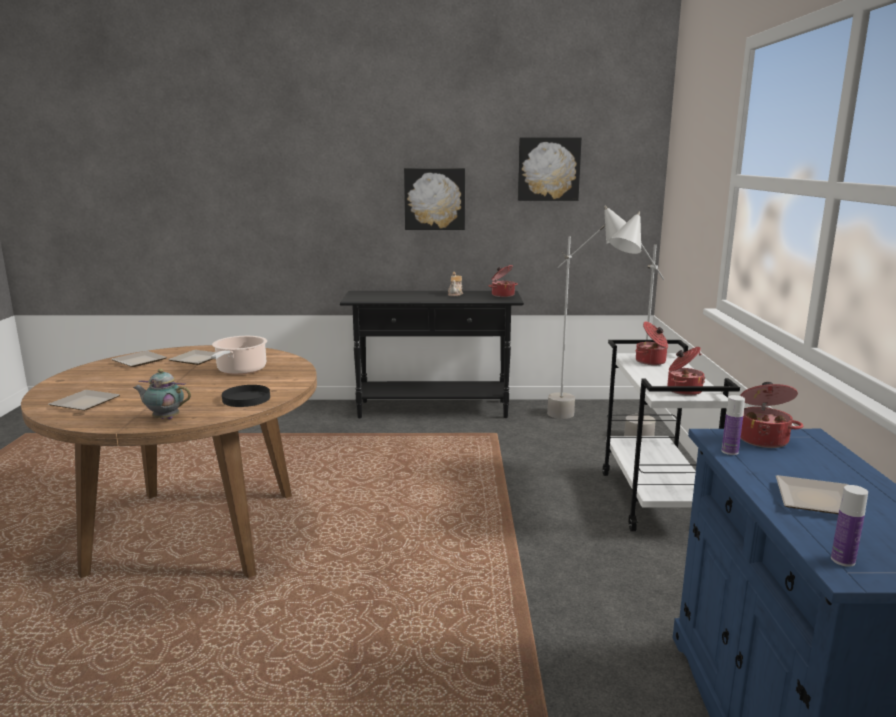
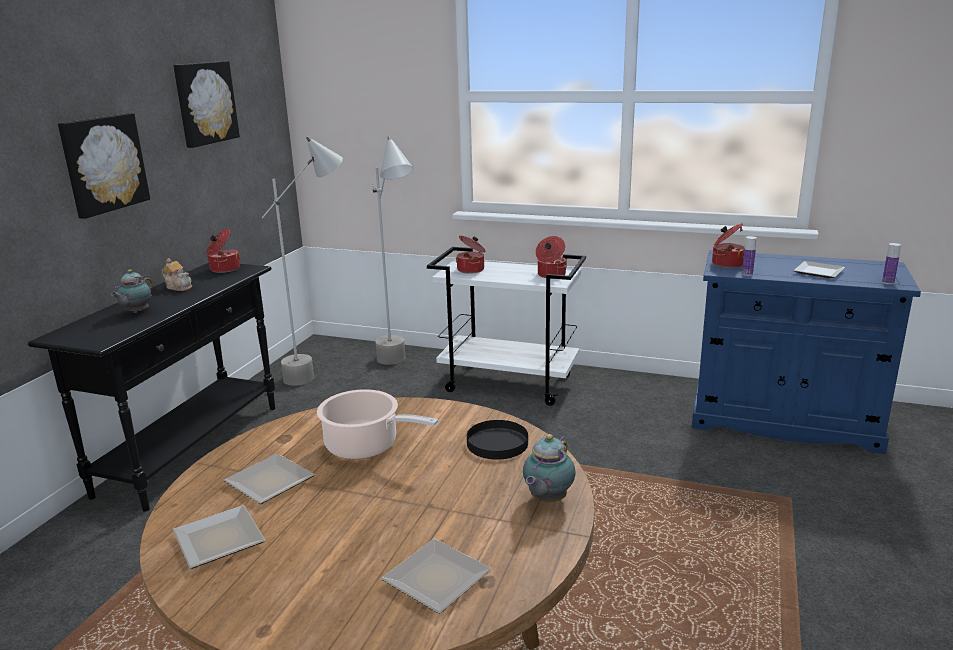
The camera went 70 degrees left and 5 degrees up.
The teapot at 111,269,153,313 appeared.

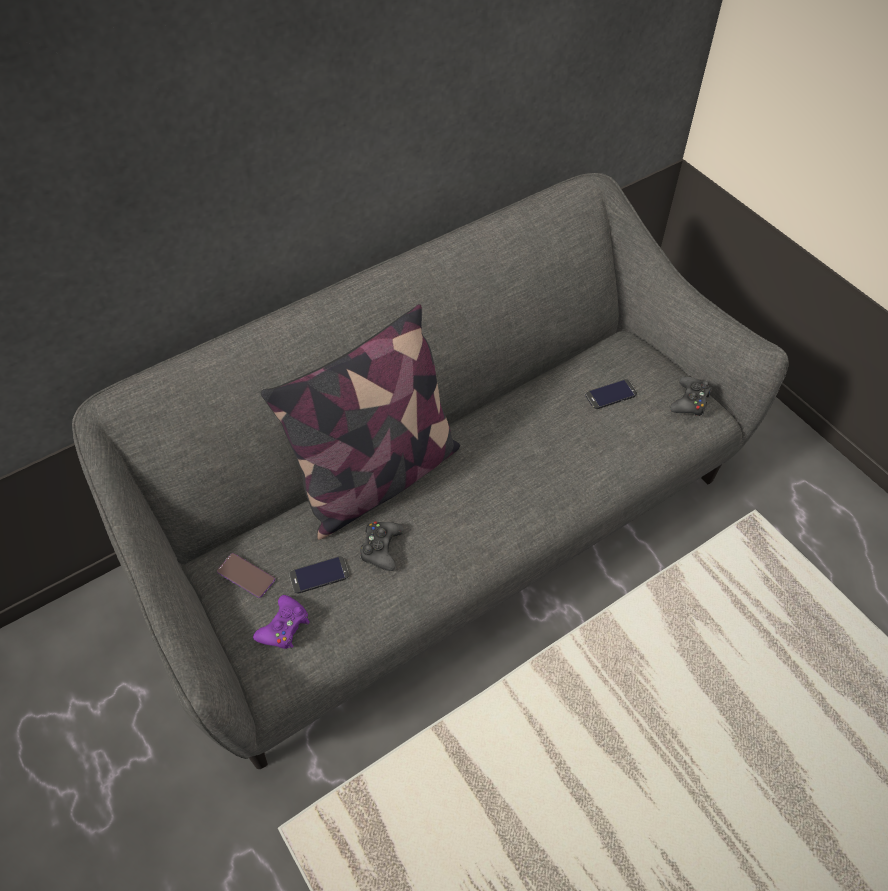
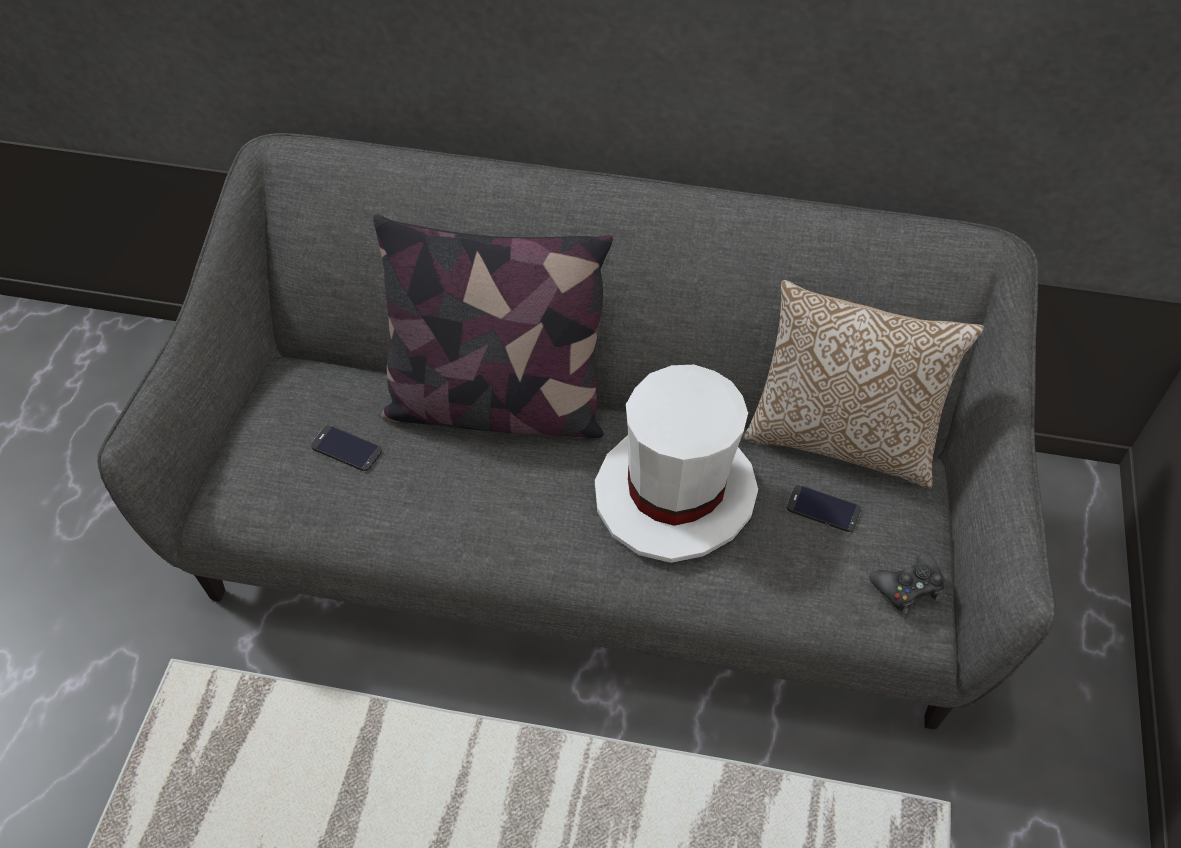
The camera went 45 degrees right and 0 degrees up.
The phone at 217,553,275,598 disappeared.
The purple game controller at 253,595,310,649 disappeared.
The black game controller at 360,521,404,571 disappeared.
The white hat at 595,365,758,563 appeared.
The pillow at 743,280,984,489 appeared.

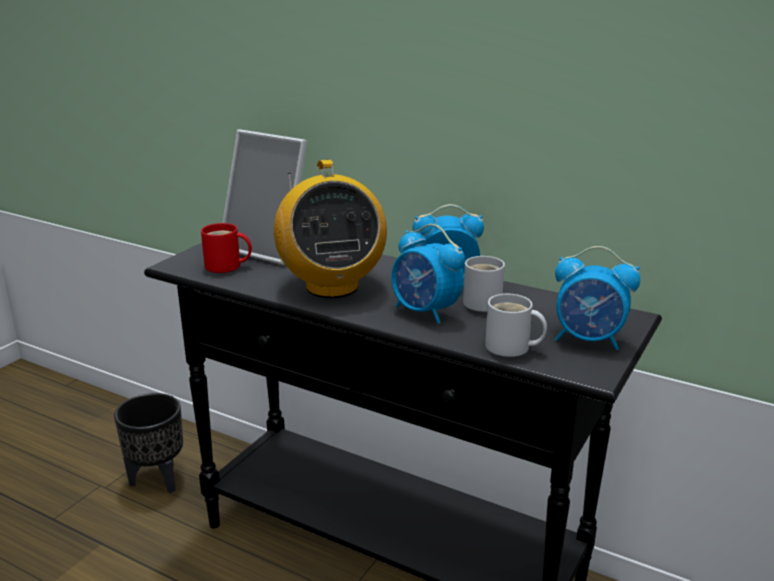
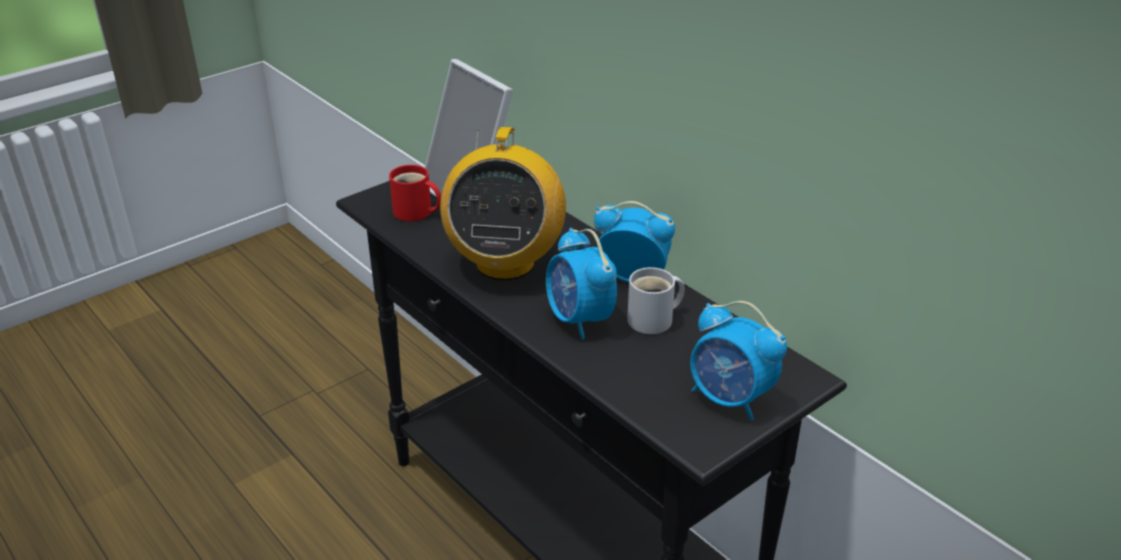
The camera went 20 degrees right and 10 degrees up.
The black planter at 114,393,183,493 disappeared.
The white mug at 485,294,547,357 disappeared.

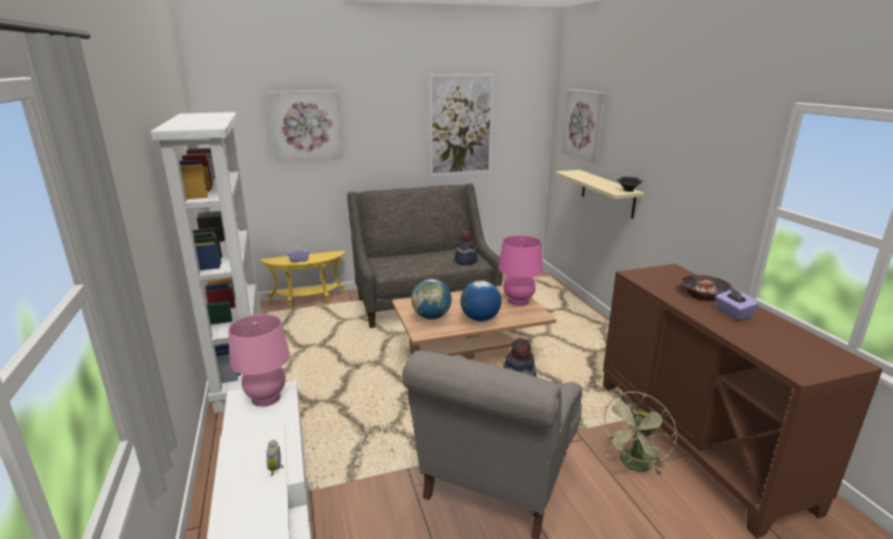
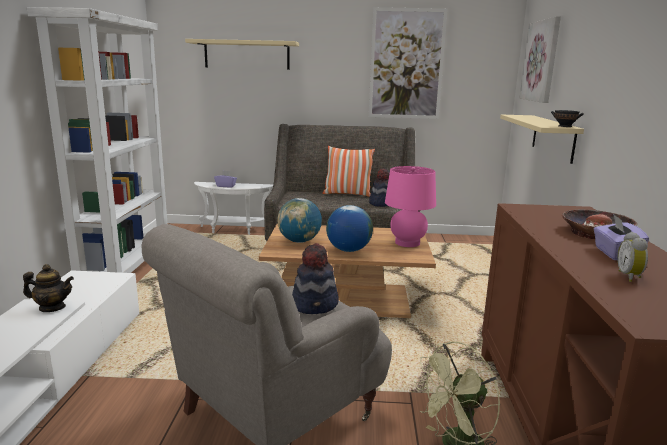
The camera went 20 degrees right and 5 degrees down.
The pink table lamp at 228,314,290,407 disappeared.
The teapot at 23,264,74,312 appeared.
The pillow at 323,146,375,196 appeared.
The alarm clock moved from 266,440,284,476 to 617,232,648,282.
The picture at 267,90,343,162 was replaced by the beige shelf at 185,39,299,70.
The yellow side table at 260,251,345,309 became the white side table at 194,182,273,235.

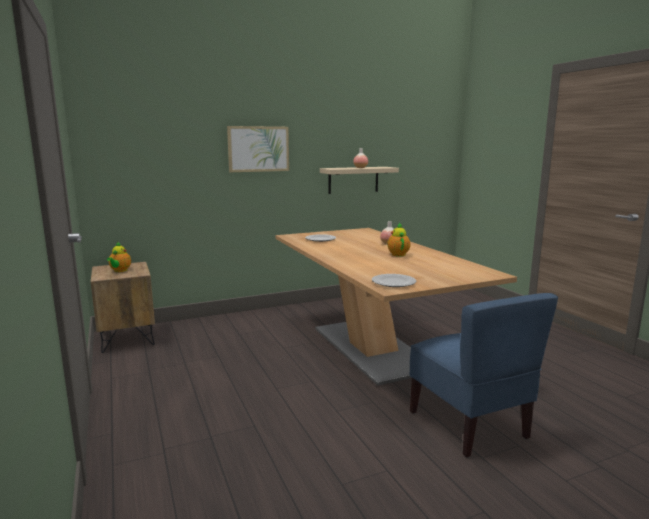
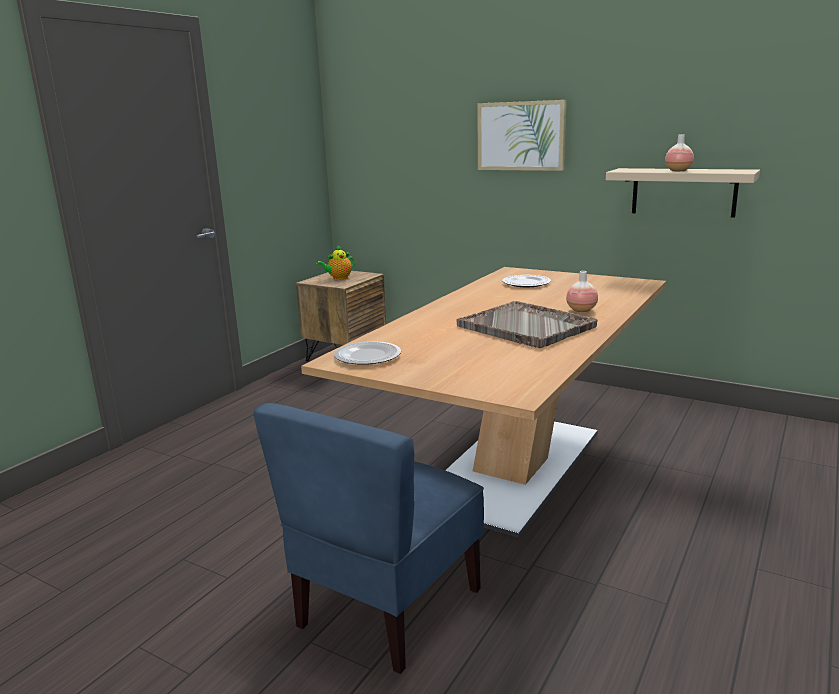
The camera went 55 degrees right and 5 degrees up.
The teapot at 387,223,411,257 was replaced by the grey tray at 456,301,597,348.

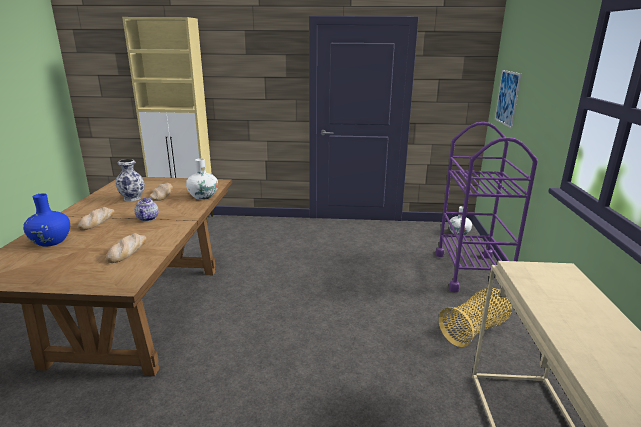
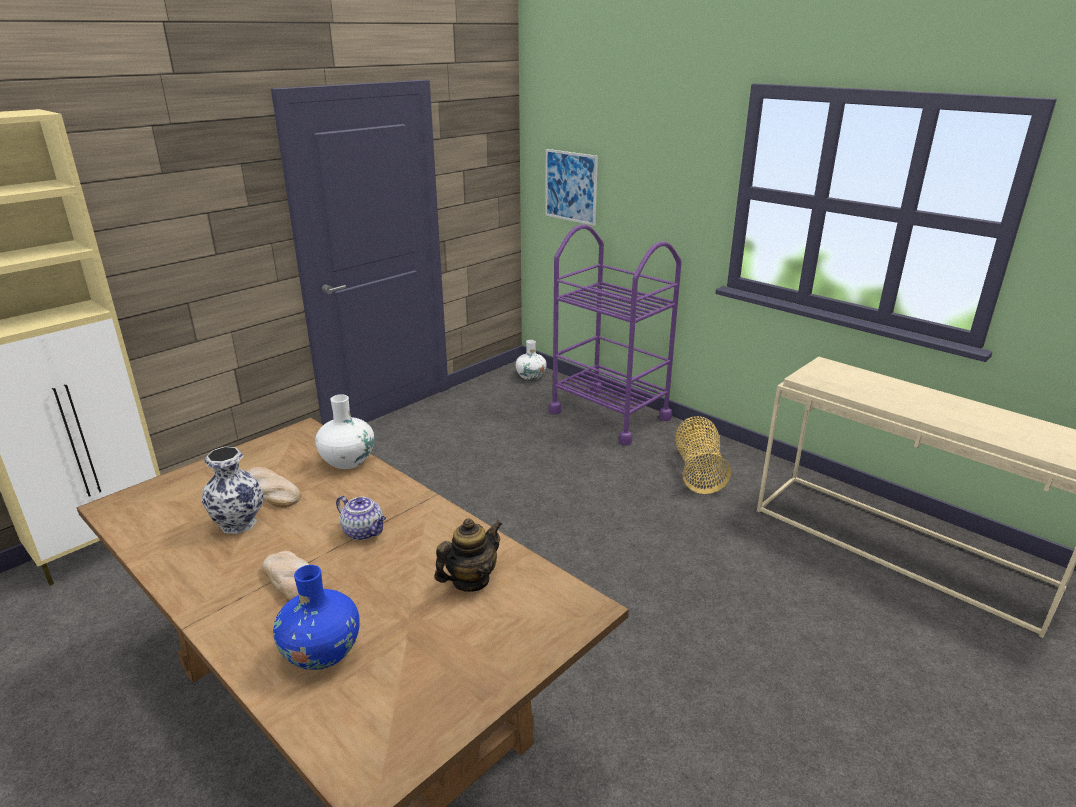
The camera went 50 degrees left and 5 degrees up.
The bread at 106,233,147,263 was replaced by the teapot at 435,518,502,592.

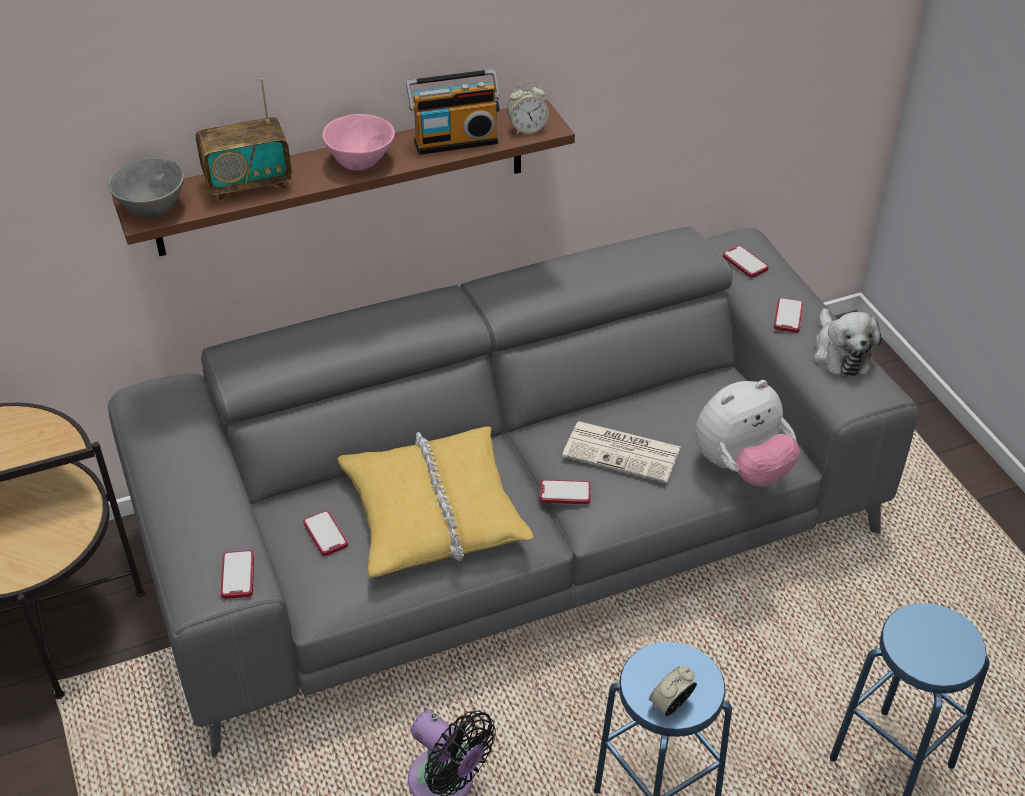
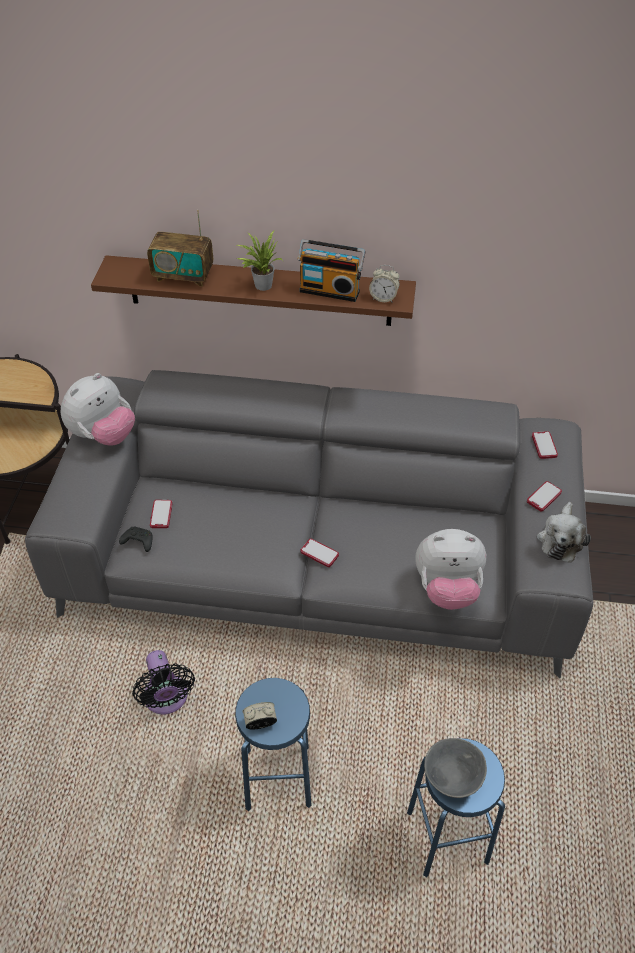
The camera went 30 degrees right and 5 degrees up.
The phone at 221,550,254,599 disappeared.
The yellow pillow at 338,426,533,578 disappeared.
The newspaper at 562,421,681,483 disappeared.
The plush toy at 61,373,135,446 appeared.
The black game controller at 119,527,152,552 appeared.
The grey bowl moved from 108,158,184,218 to 424,738,487,798.
The pink bowl at 322,114,395,171 was replaced by the potted plant at 237,231,282,291.

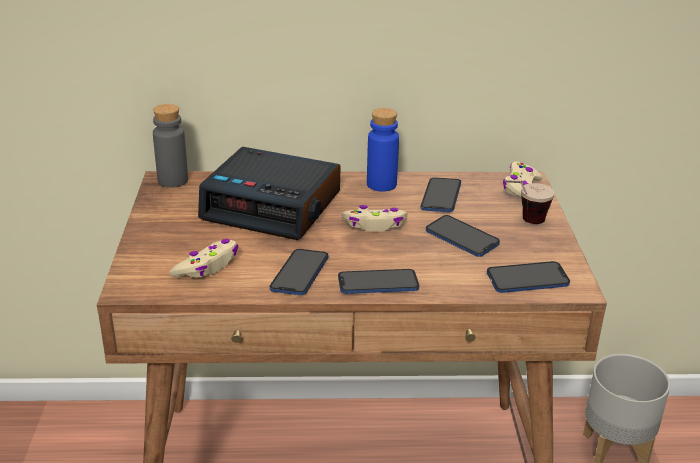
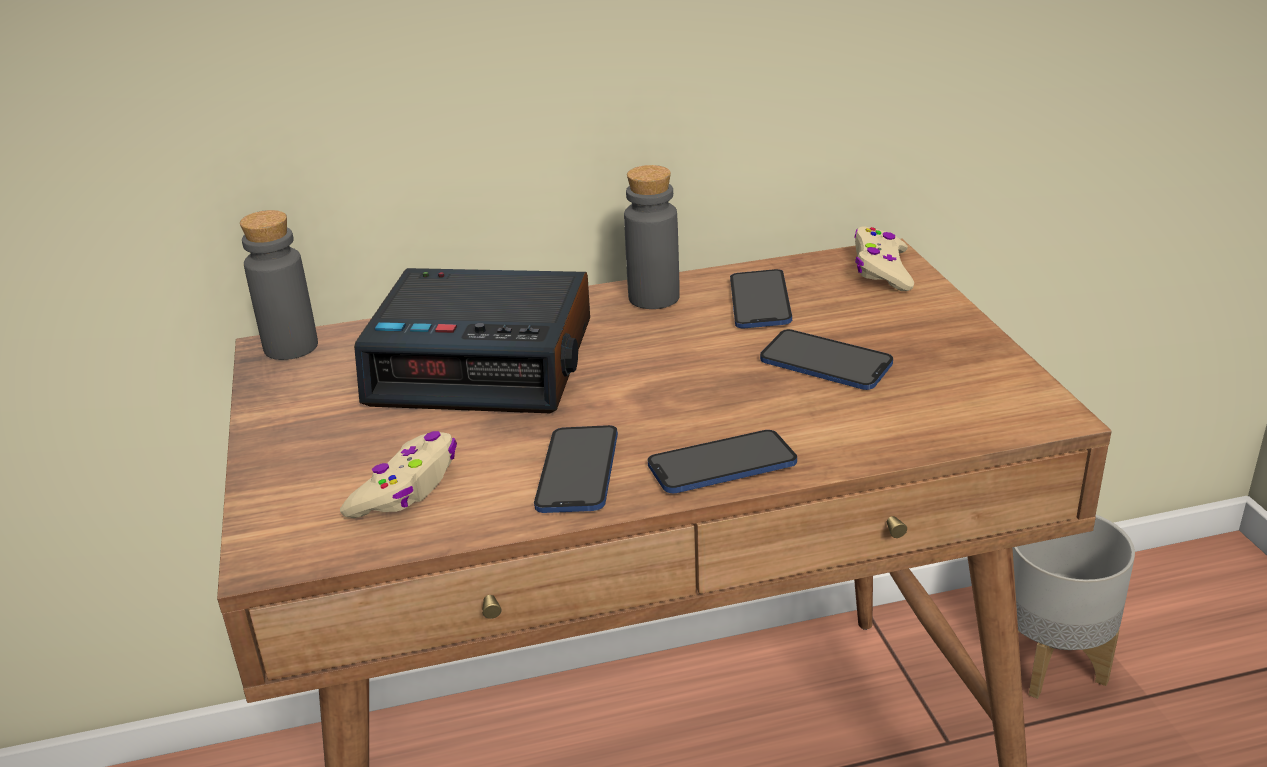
The camera went 10 degrees left and 0 degrees up.
The beige game controller at 342,205,407,231 disappeared.
The phone at 487,261,570,293 disappeared.
The cup at 506,180,555,224 disappeared.
The blue bottle at 367,108,399,191 became the grey bottle at 624,165,680,309.

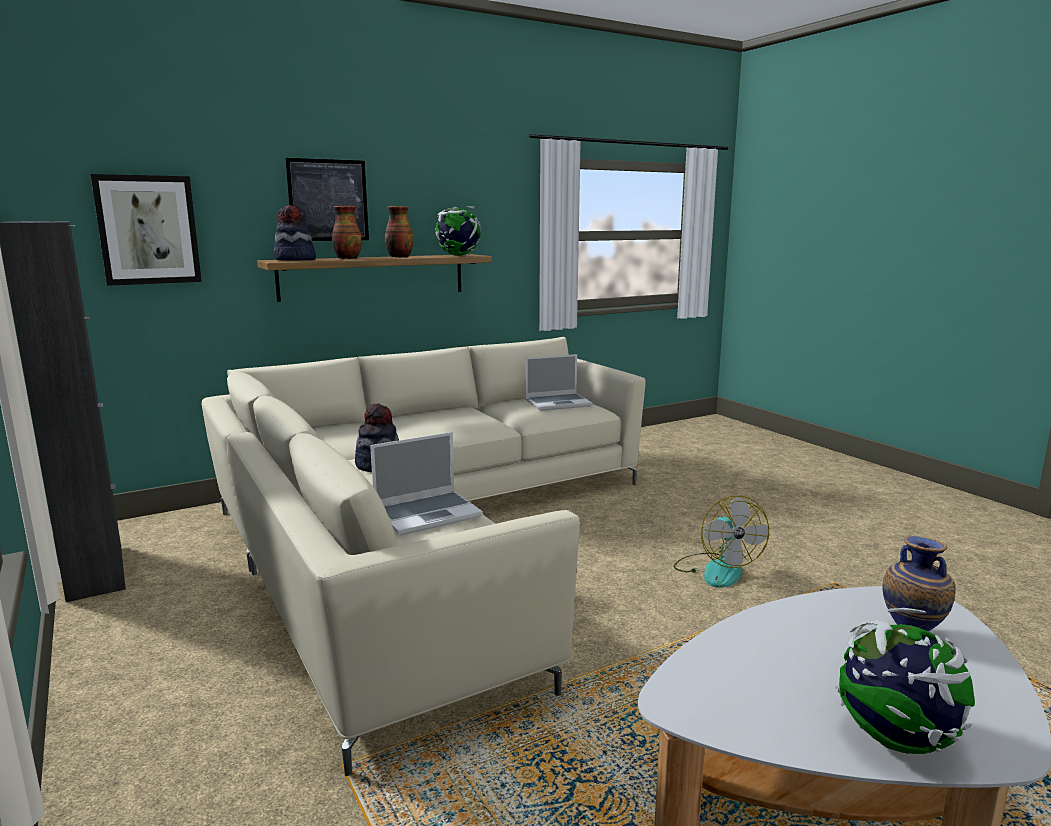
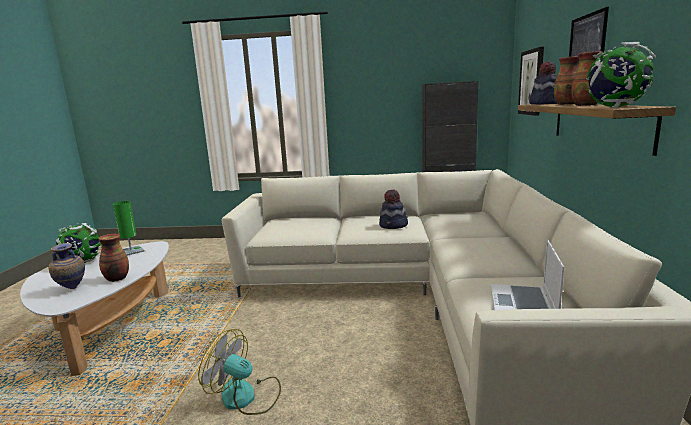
The camera went 125 degrees right and 0 degrees up.
The laptop at 370,432,483,536 disappeared.
The vase at 98,234,129,282 appeared.
The green table lamp at 113,201,145,256 appeared.

